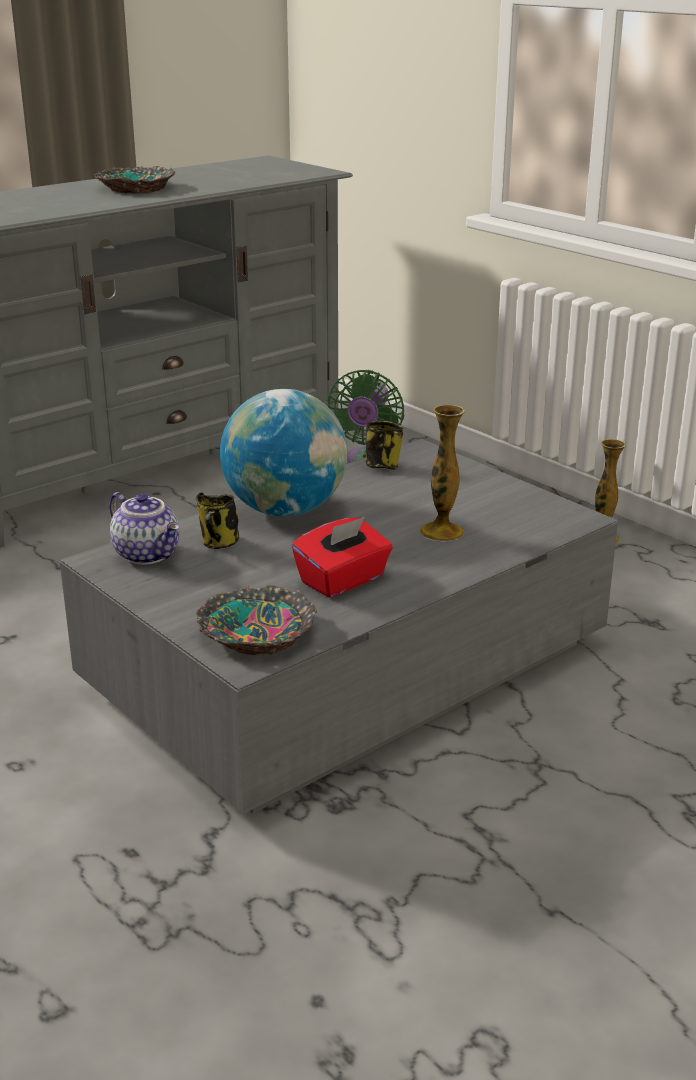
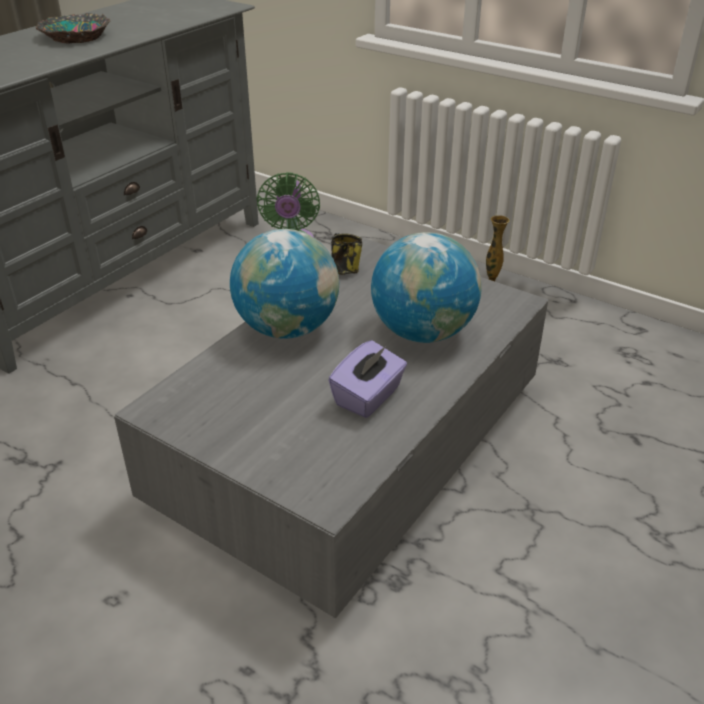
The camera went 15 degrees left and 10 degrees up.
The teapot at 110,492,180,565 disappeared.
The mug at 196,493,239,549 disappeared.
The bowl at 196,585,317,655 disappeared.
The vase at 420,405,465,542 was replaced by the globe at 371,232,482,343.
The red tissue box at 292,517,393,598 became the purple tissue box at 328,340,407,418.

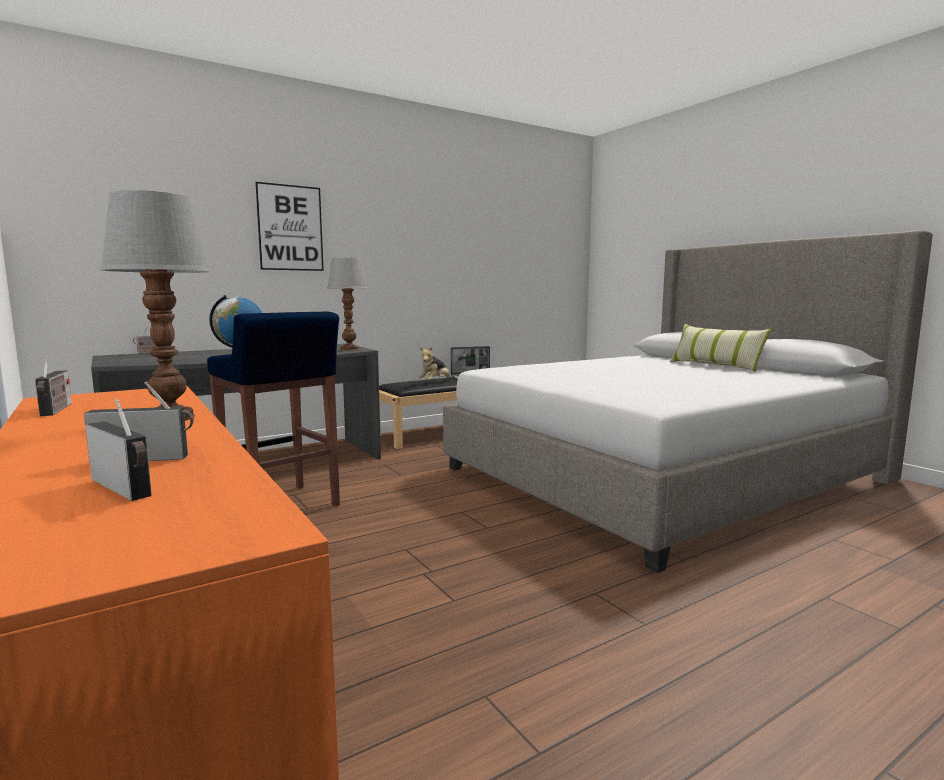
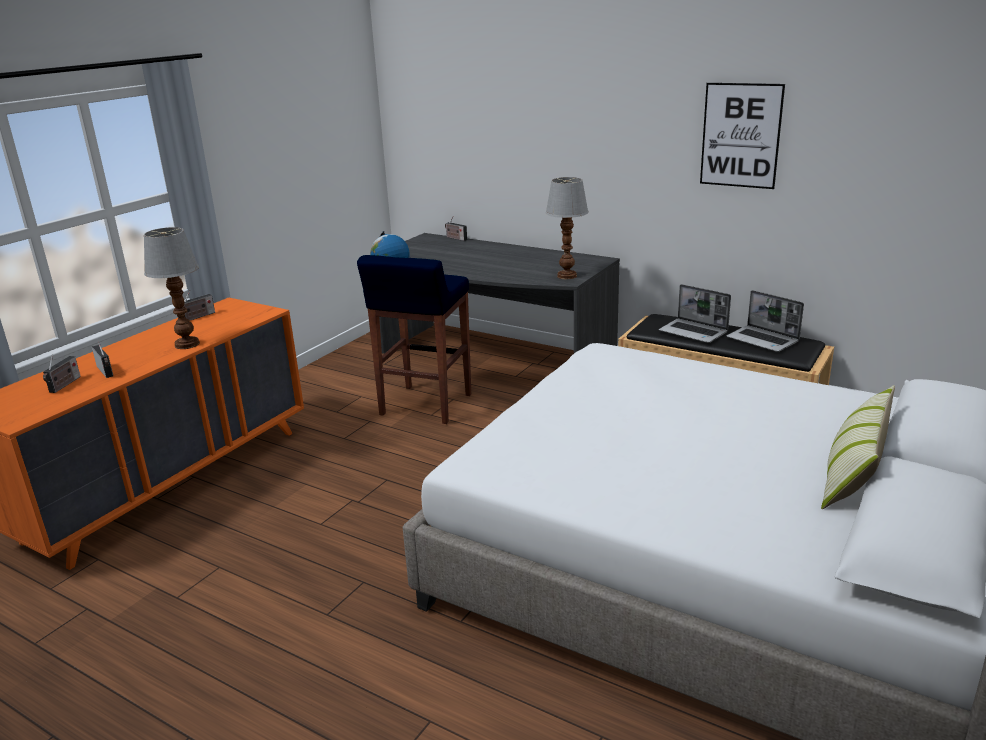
The camera went 65 degrees right and 15 degrees up.
The picture moved from 255,182,324,271 to 700,83,785,189.
The plush toy at 418,346,451,380 was replaced by the laptop at 659,284,731,343.

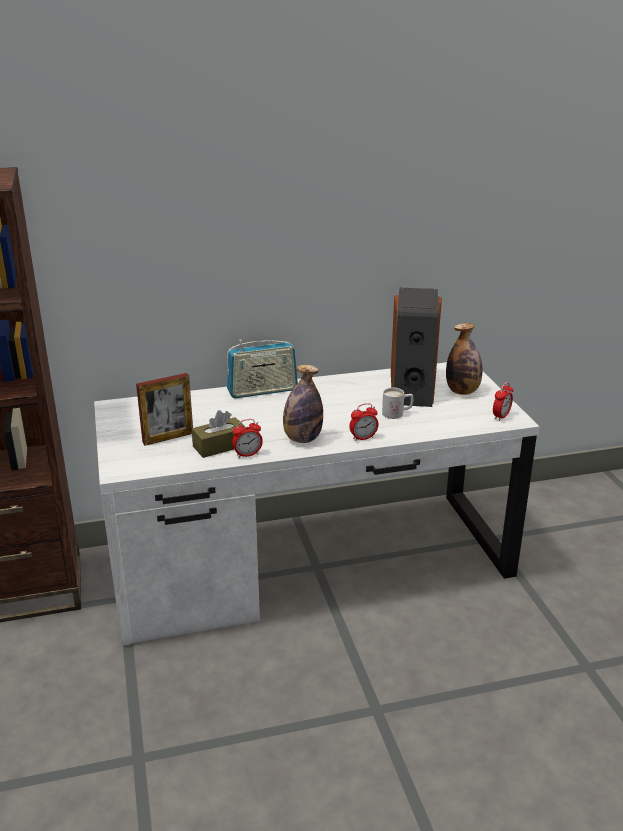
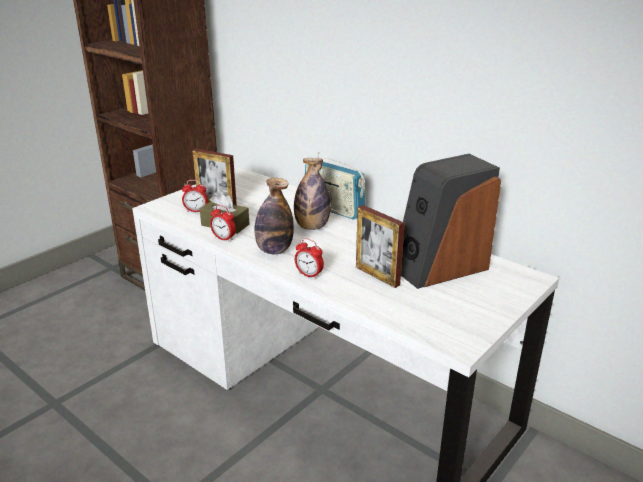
The camera went 55 degrees right and 0 degrees up.
The bottle moved from 446,323,483,395 to 294,158,331,230.
The alarm clock moved from 493,382,513,421 to 182,180,208,212.
The white mug at 382,388,413,419 was replaced by the picture frame at 356,205,405,288.

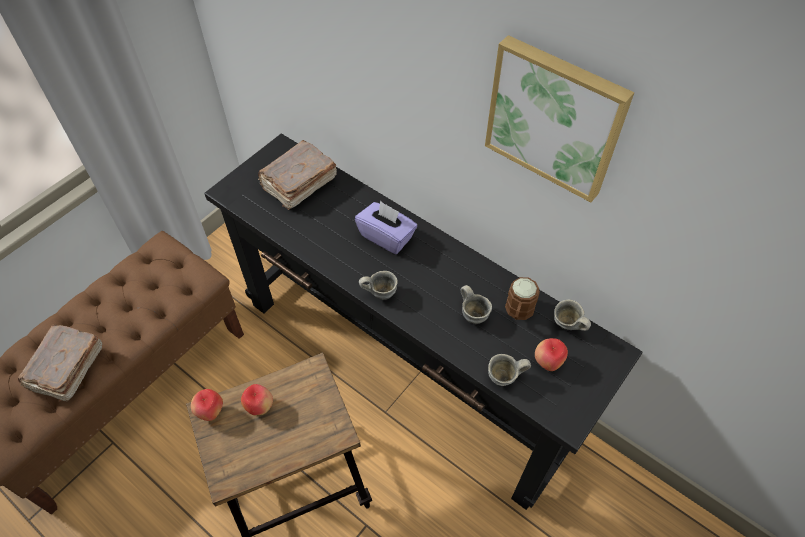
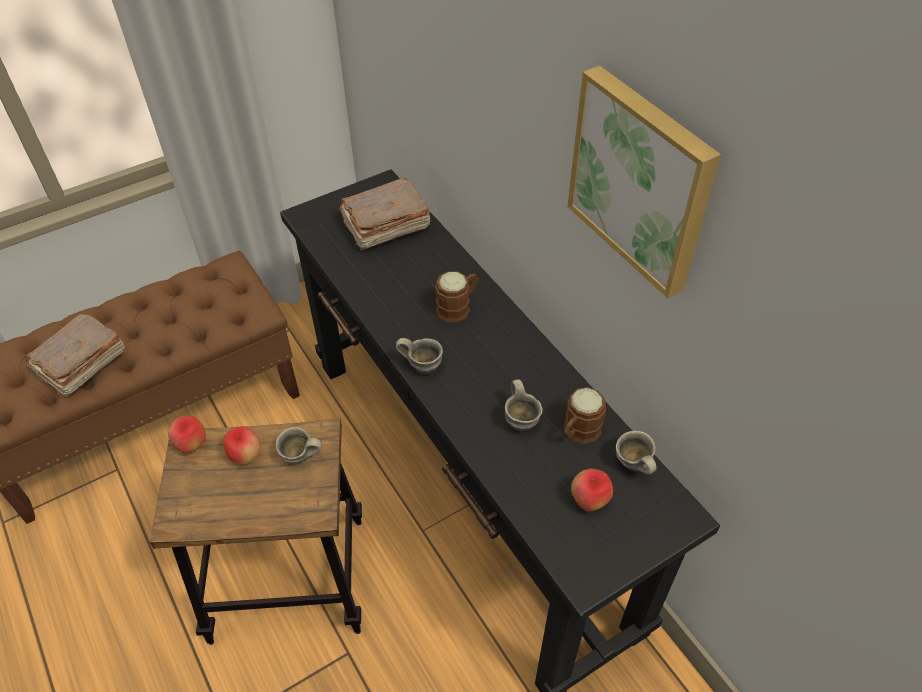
The camera went 20 degrees right and 5 degrees down.
The grey mug moved from 488,354,531,386 to 276,427,322,463.
The purple tissue box at 355,200,417,254 was replaced by the brown mug at 435,271,479,322.

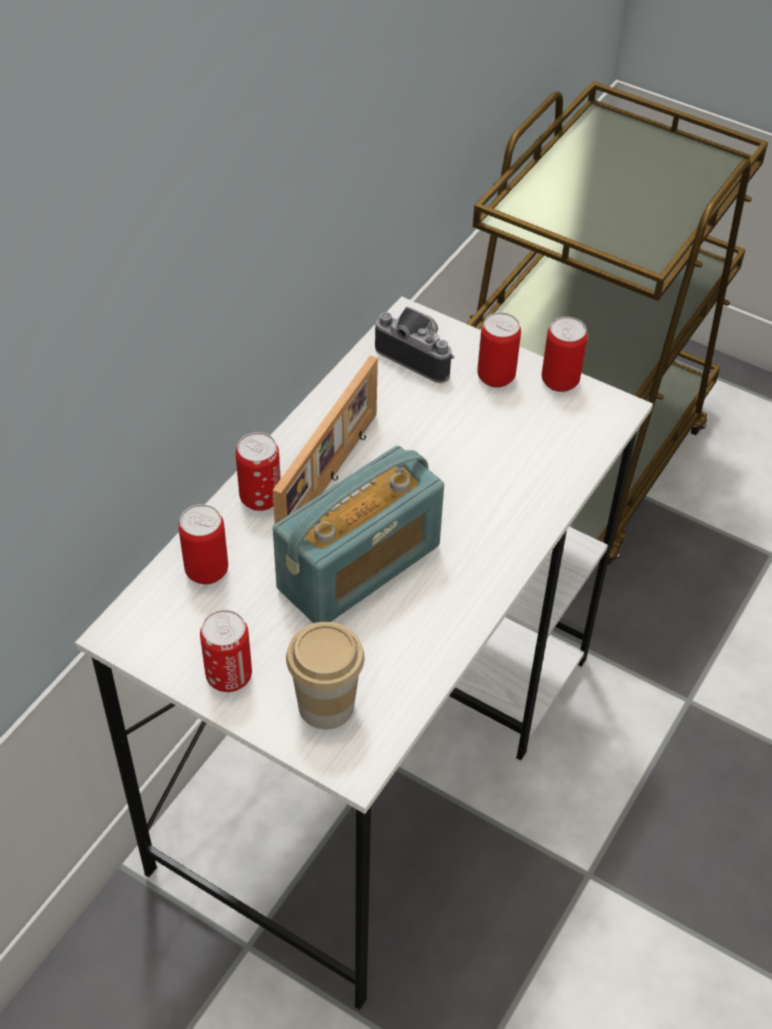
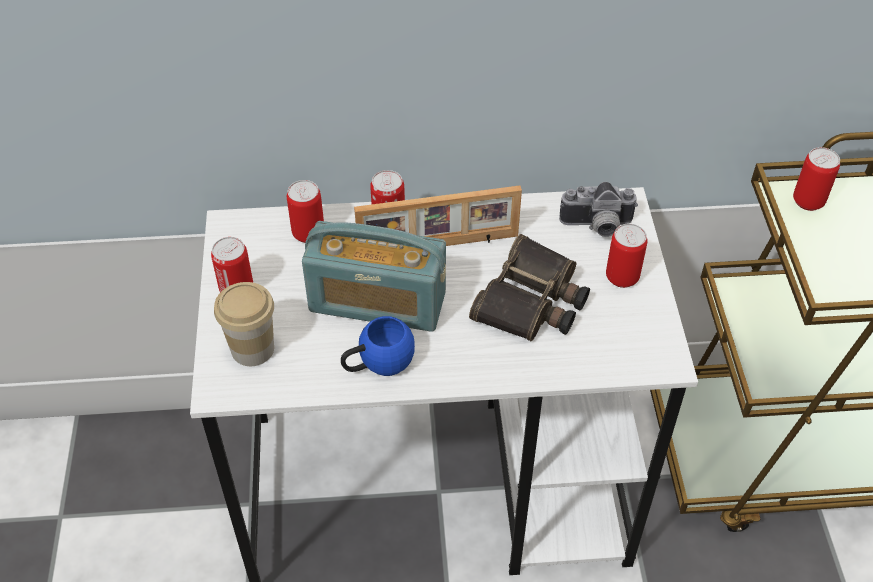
The camera went 55 degrees right and 0 degrees up.
The blue mug at 341,316,415,376 appeared.
The binoculars at 469,234,590,341 appeared.
The can moved from 542,317,587,392 to 793,147,840,211.
The photo camera at 375,307,454,383 turned 90 degrees clockwise.

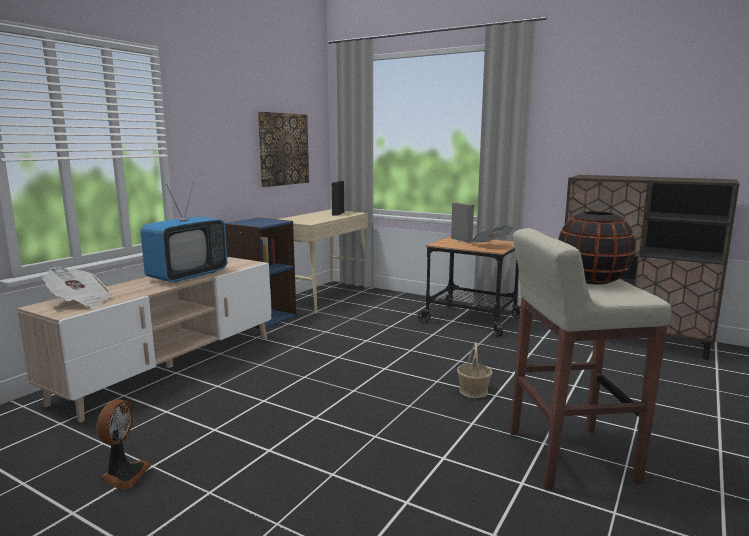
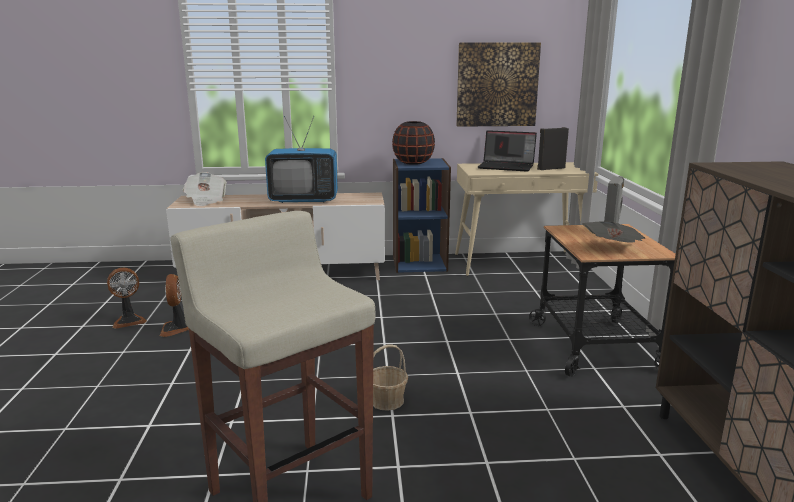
The camera went 55 degrees right and 5 degrees up.
The fan at 160,274,189,337 appeared.
The laptop at 478,130,537,172 appeared.
The black vase moved from 558,211,635,284 to 392,121,435,165.

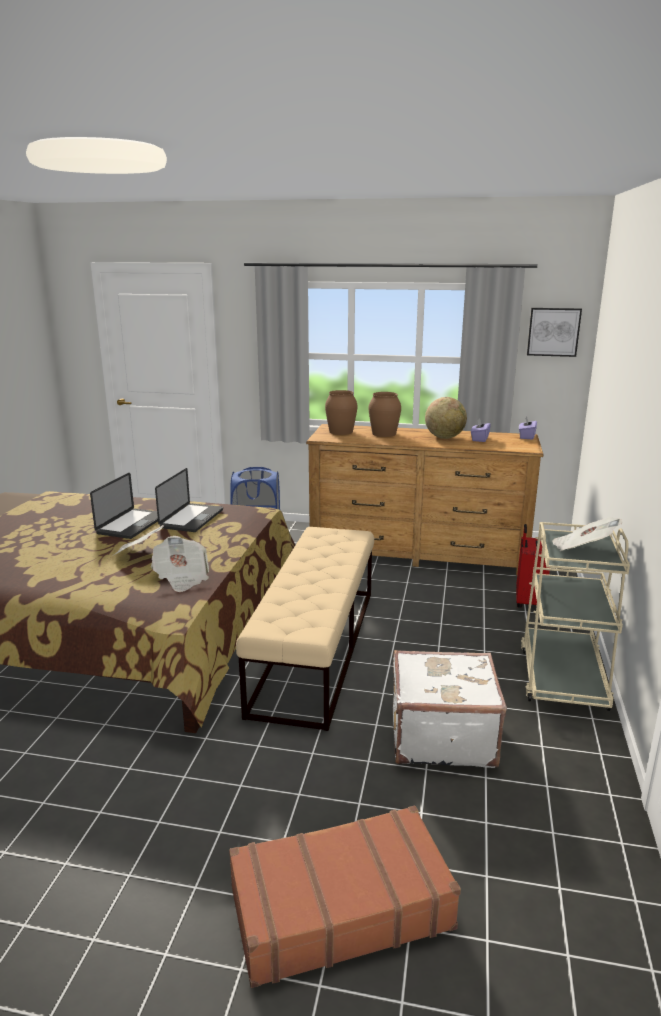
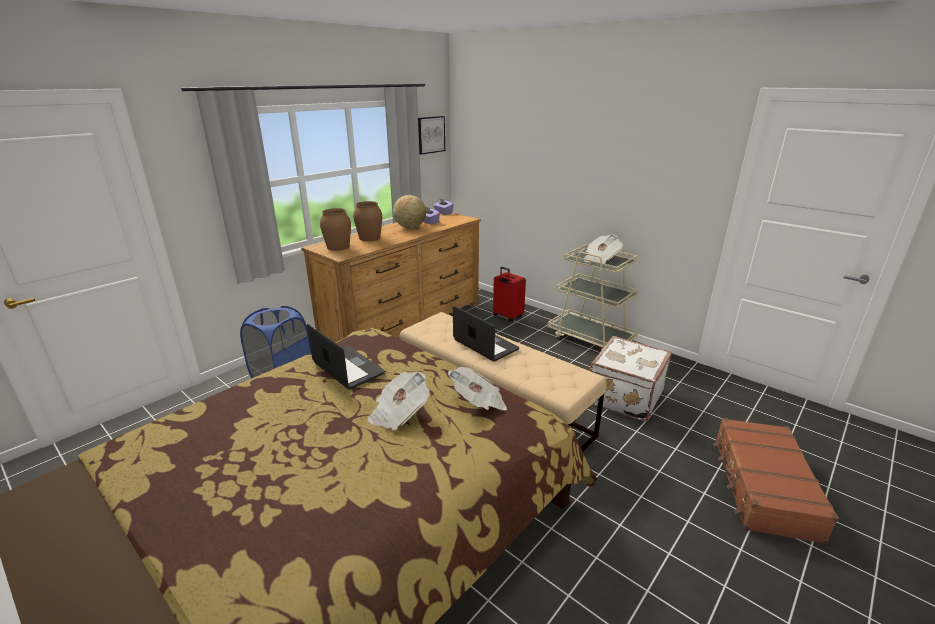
The camera went 60 degrees left and 5 degrees up.
The laptop moved from 90,473,158,539 to 453,306,519,362.

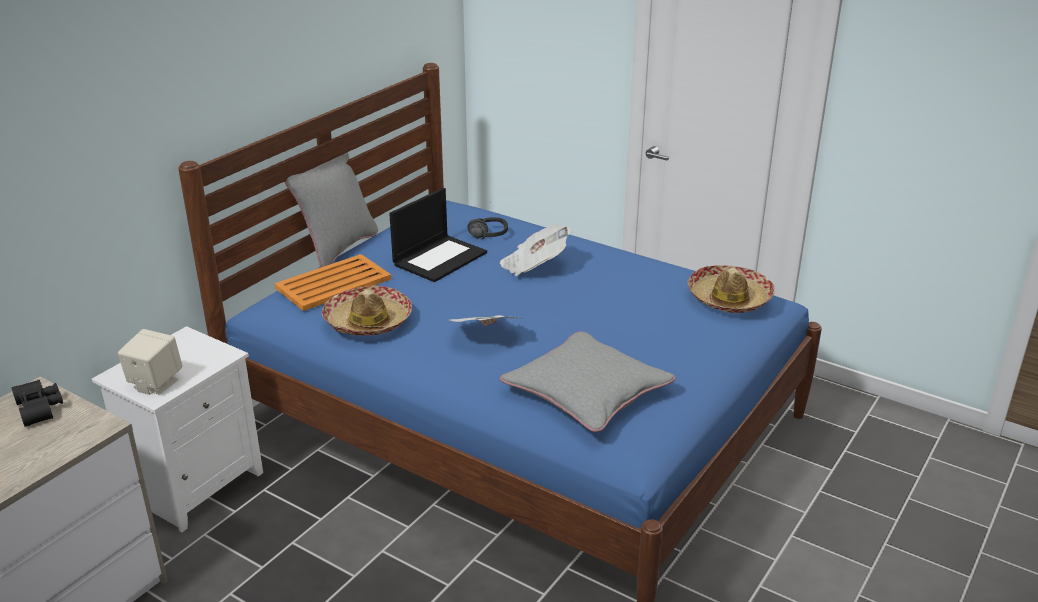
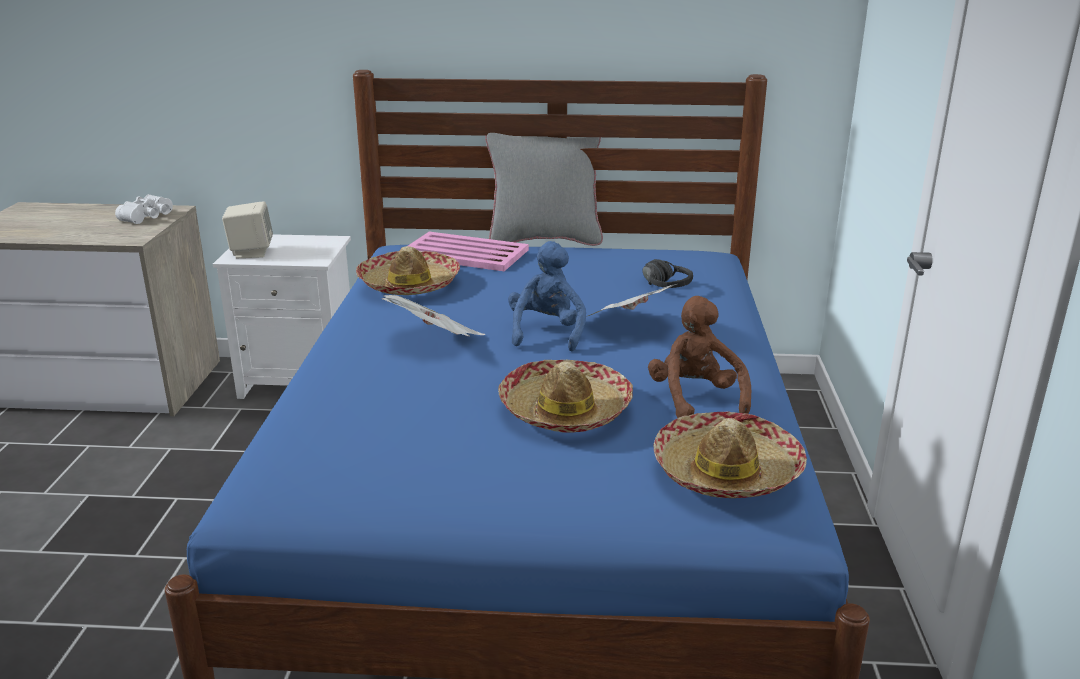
The camera went 60 degrees right and 5 degrees down.
The laptop at 389,188,487,282 disappeared.
The grey pillow at 500,331,675,432 disappeared.
The hat at 498,360,633,433 appeared.
The blue plush toy at 508,241,586,352 appeared.
The brown plush toy at 648,296,751,418 appeared.
The black binoculars at 11,380,63,427 became the white binoculars at 115,194,173,224.
The orange tray at 275,254,391,311 became the pink tray at 408,232,529,271.

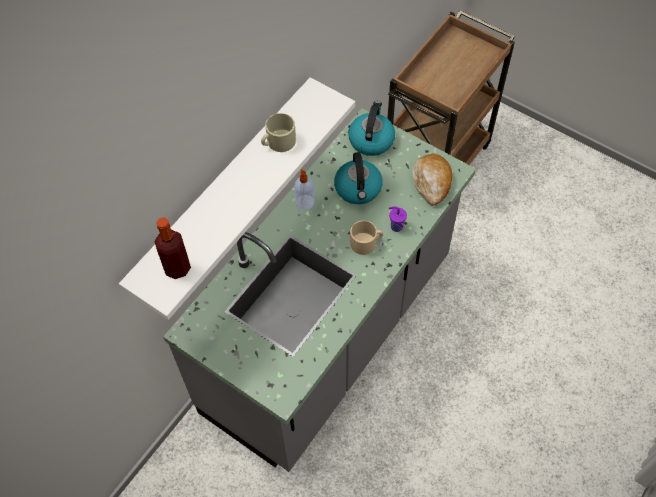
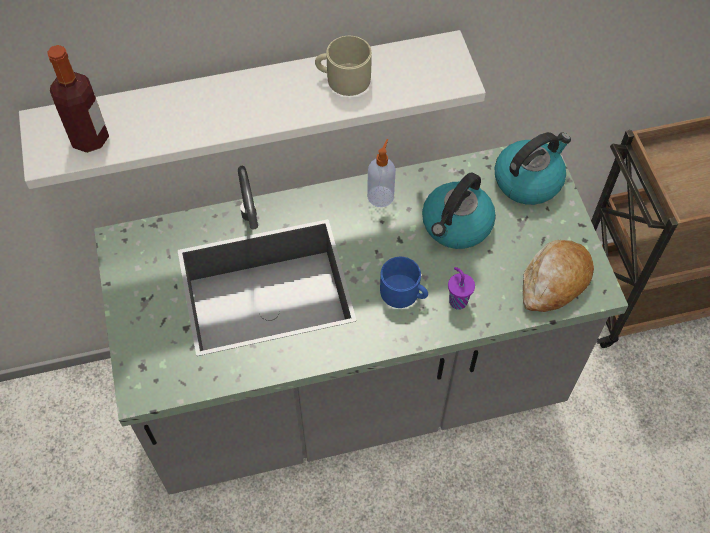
The camera went 40 degrees right and 0 degrees up.
The beige mug at 350,220,383,255 became the blue mug at 380,257,428,308.

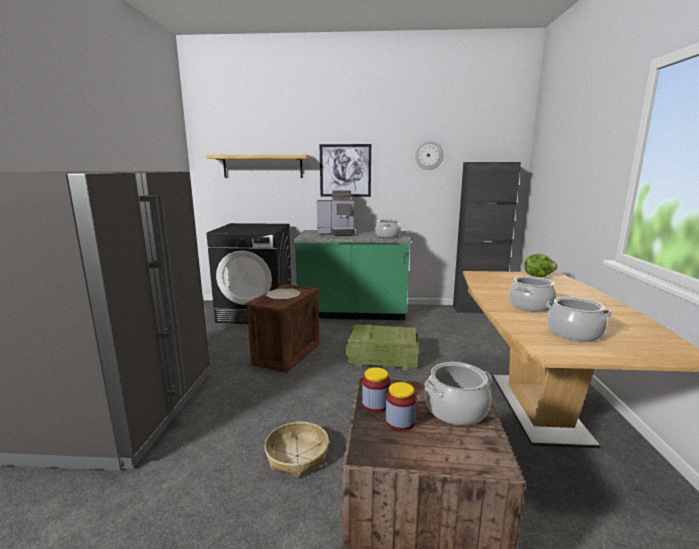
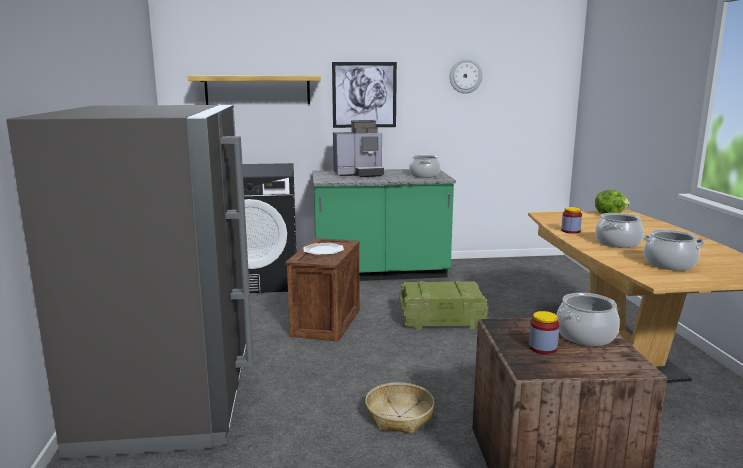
The camera went 10 degrees left and 0 degrees up.
The black cabinet at 453,162,521,313 disappeared.
The jar moved from 362,367,390,412 to 561,207,582,234.

